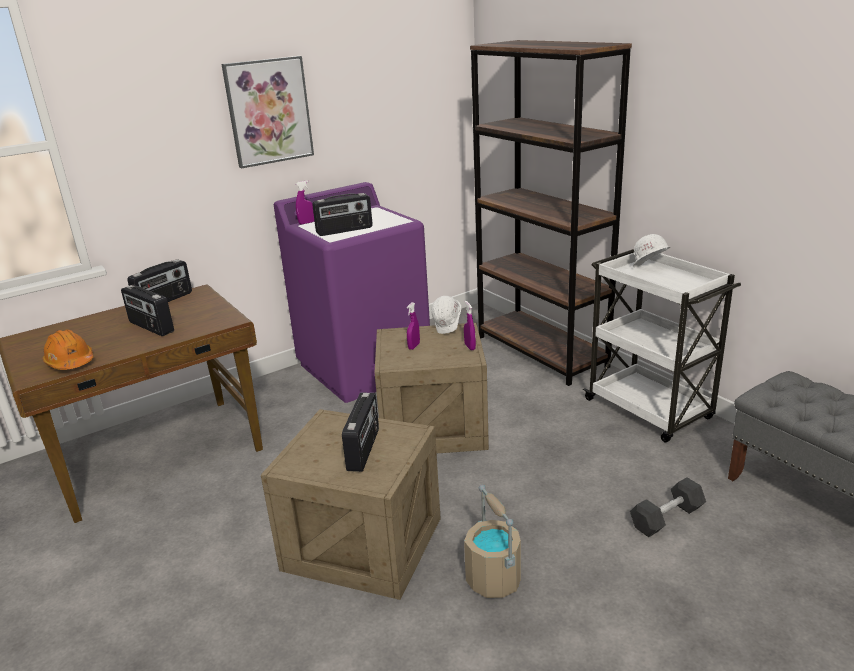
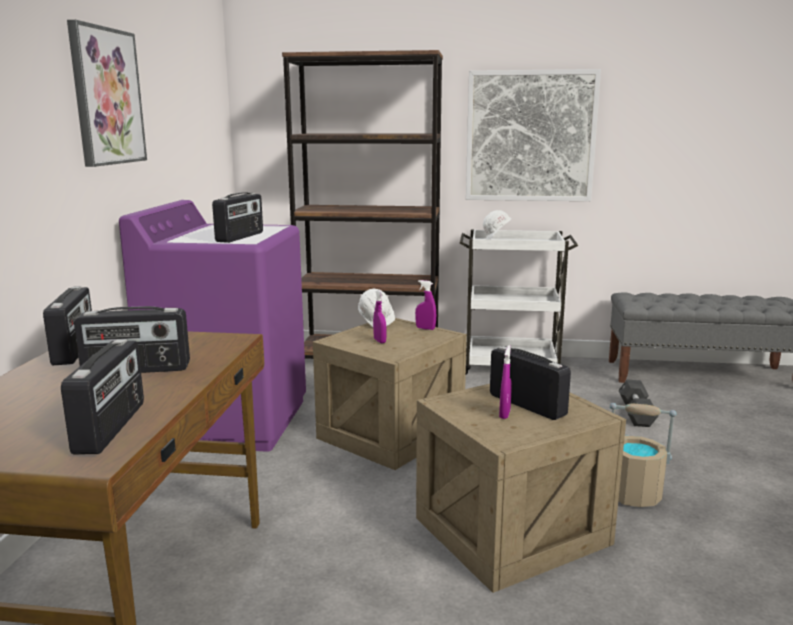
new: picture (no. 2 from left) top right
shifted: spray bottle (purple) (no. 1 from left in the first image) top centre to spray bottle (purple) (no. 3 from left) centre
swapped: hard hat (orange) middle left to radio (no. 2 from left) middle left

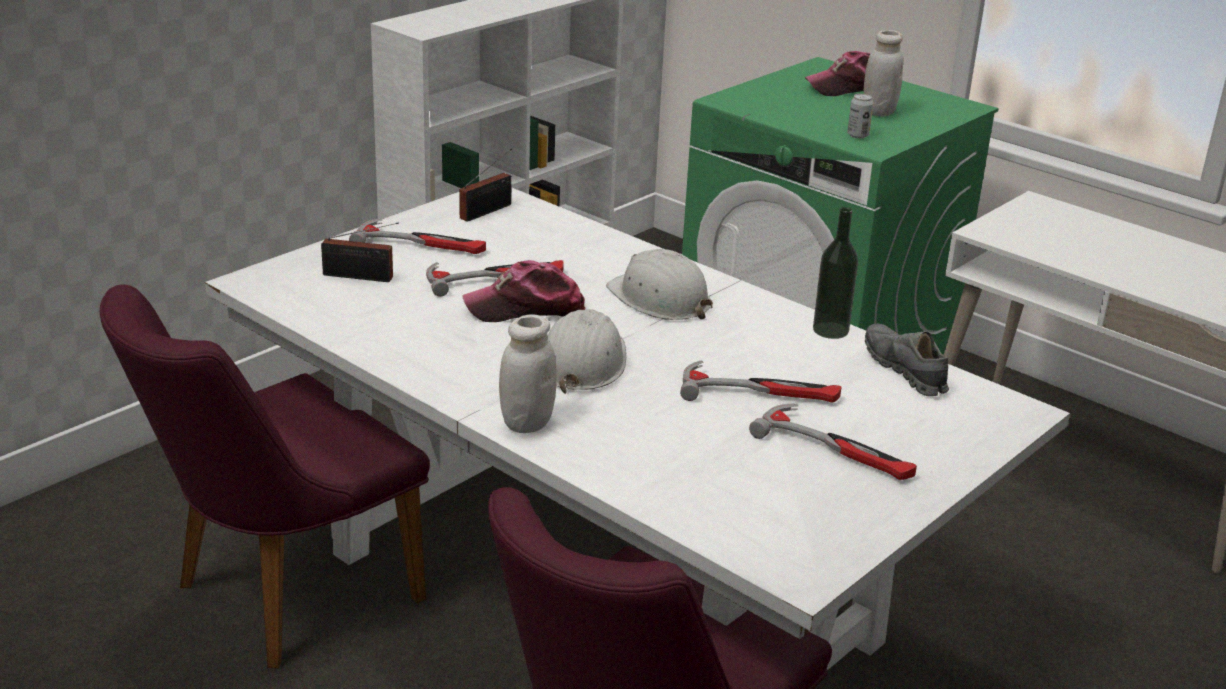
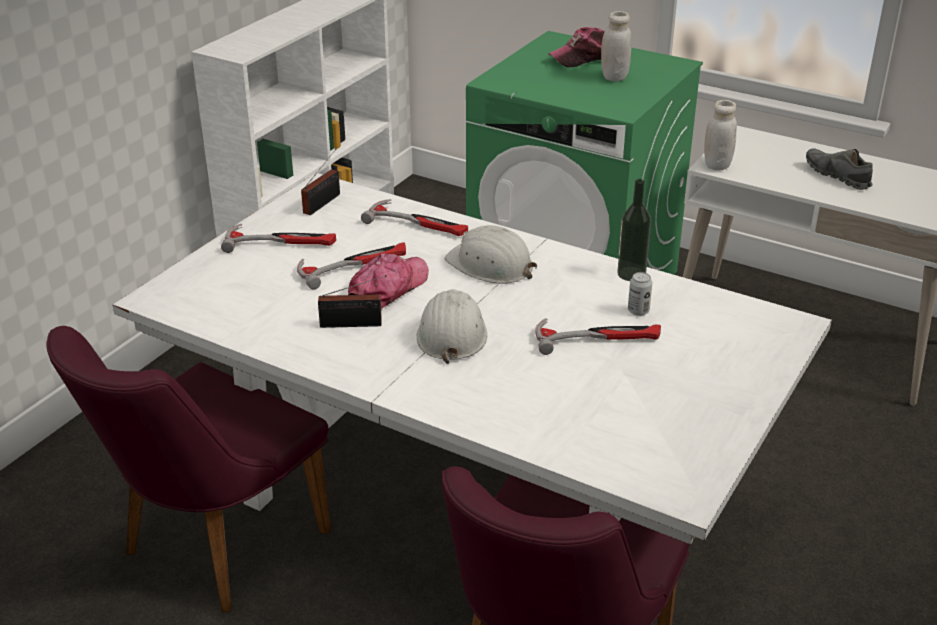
shifted: radio (no. 1 from left in the first image) middle left to radio (no. 2 from left) centre; jar (white) (no. 1 from left in the first image) centre to jar (white) (no. 2 from left) top right; hammer (no. 4 from left in the first image) middle right to hammer (no. 3 from left) centre; can top right to middle right; shoe (grey) middle right to top right
rotated: cap (no. 1 from left) centre = centre 150 degrees clockwise

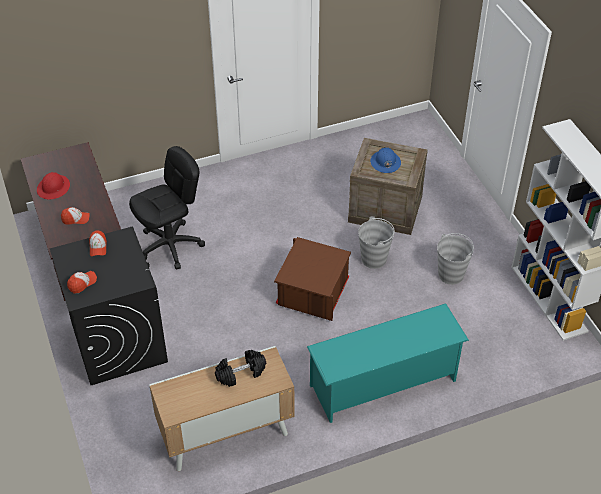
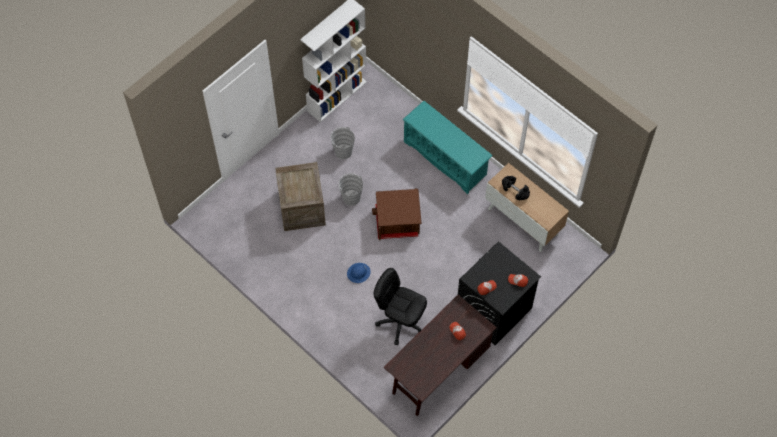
gone: hard hat (red) middle left
shifted: hard hat (blue) top centre to centre

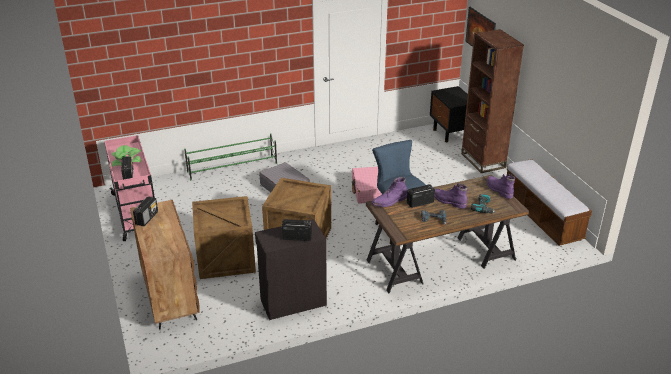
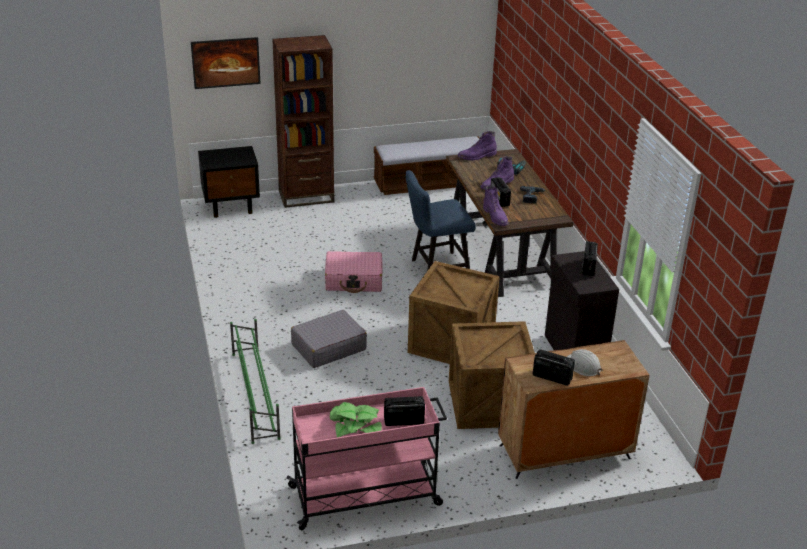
new: hard hat (white) middle right

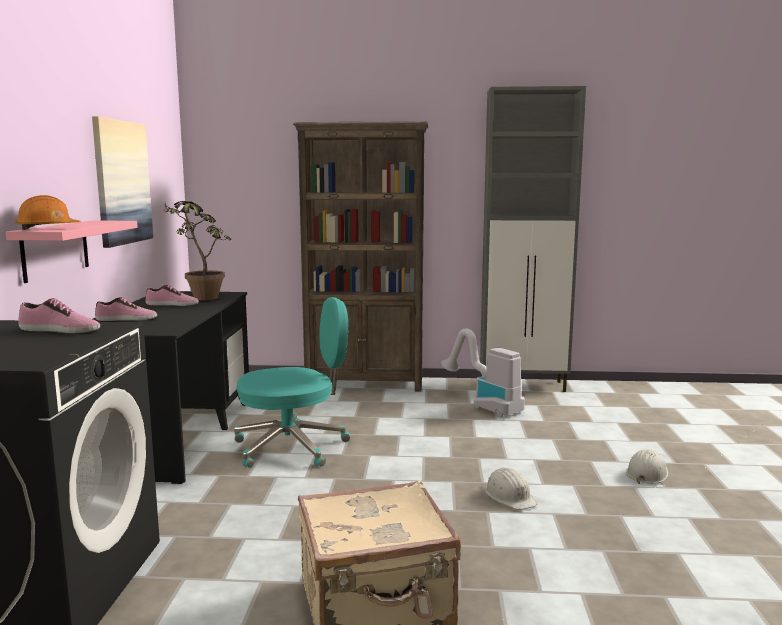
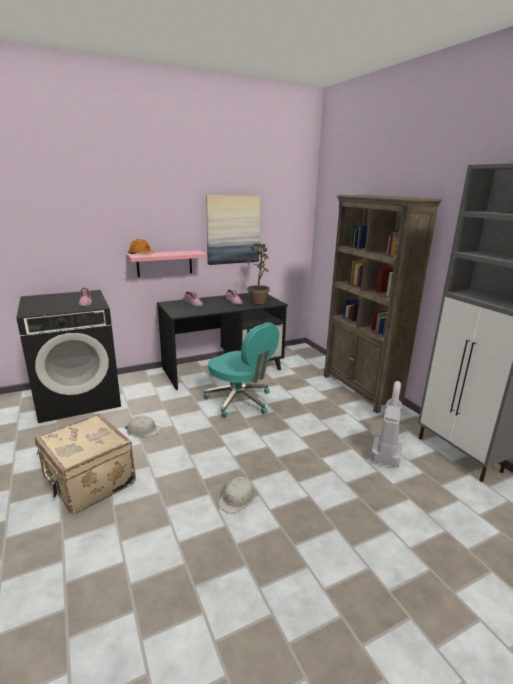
shifted: hard hat (white) (no. 2 from left in the first image) bottom right to hard hat (white) (no. 1 from left) middle left

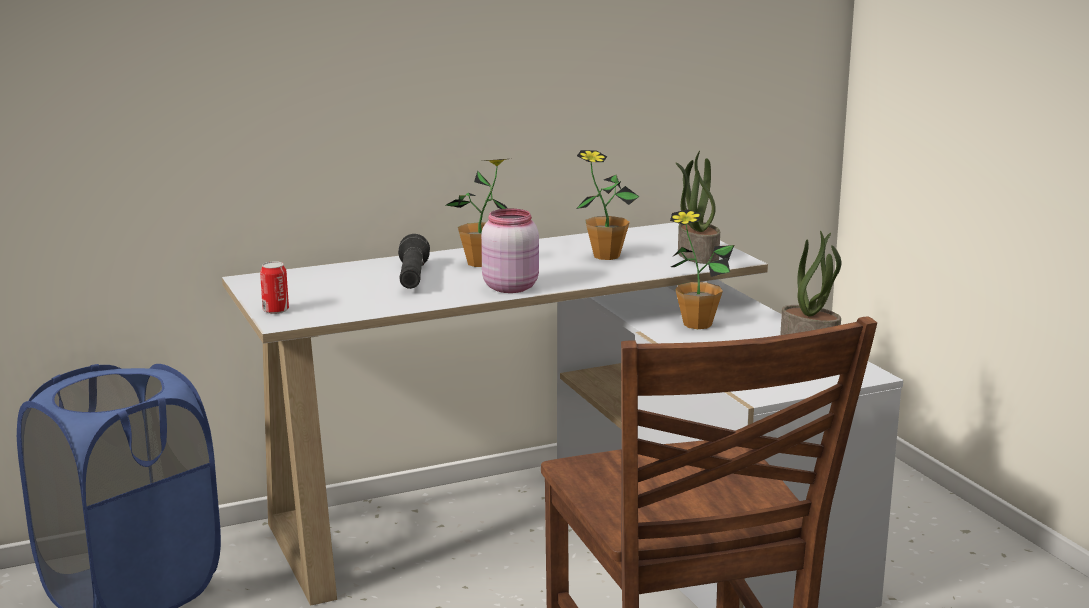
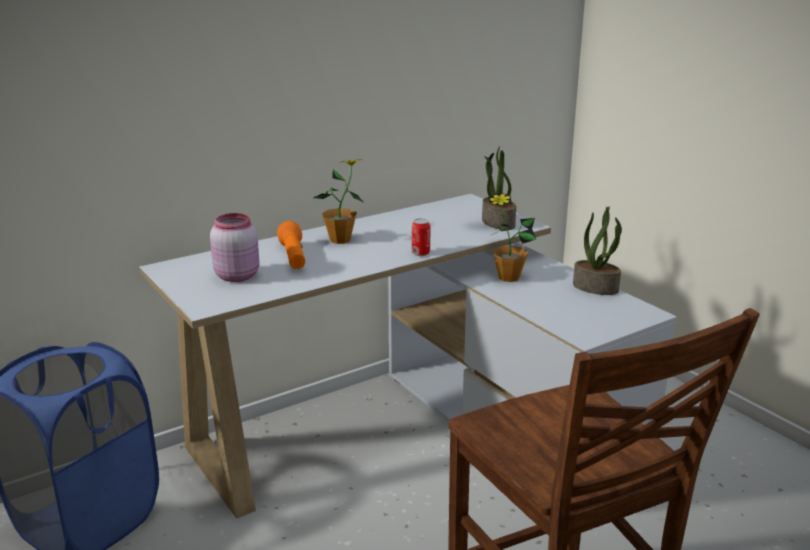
gone: potted plant (no. 2 from left) centre
shifted: can middle left to centre; jar (pink) centre to middle left
repainted: flashlight (black) centre to flashlight (orange) centre

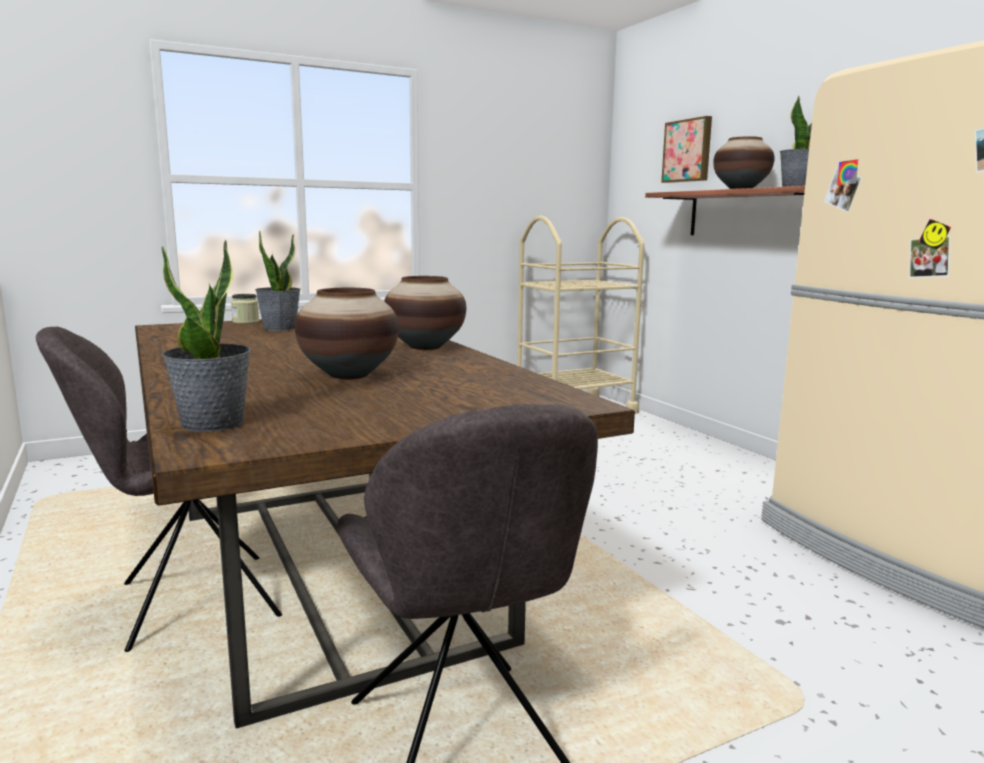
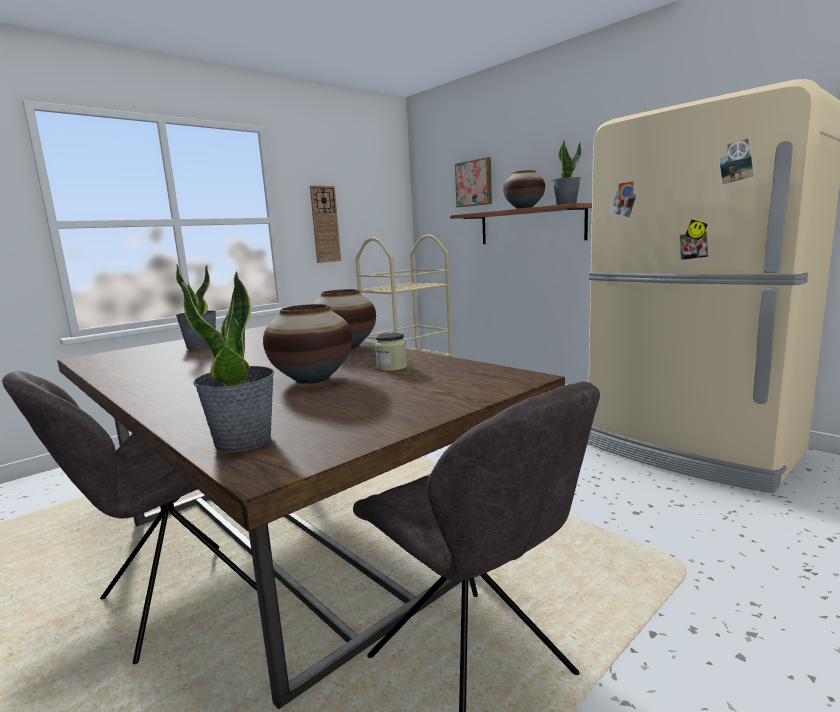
new: wall clock top centre
shifted: jar middle left to centre

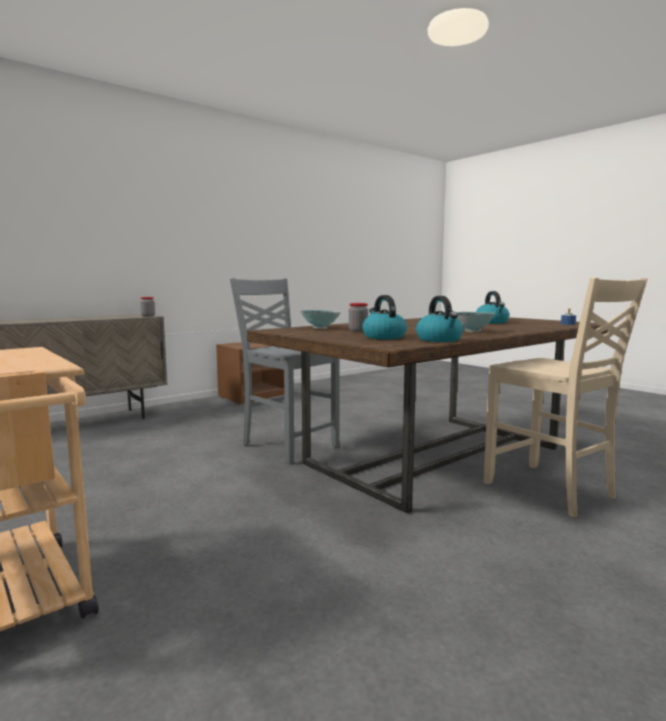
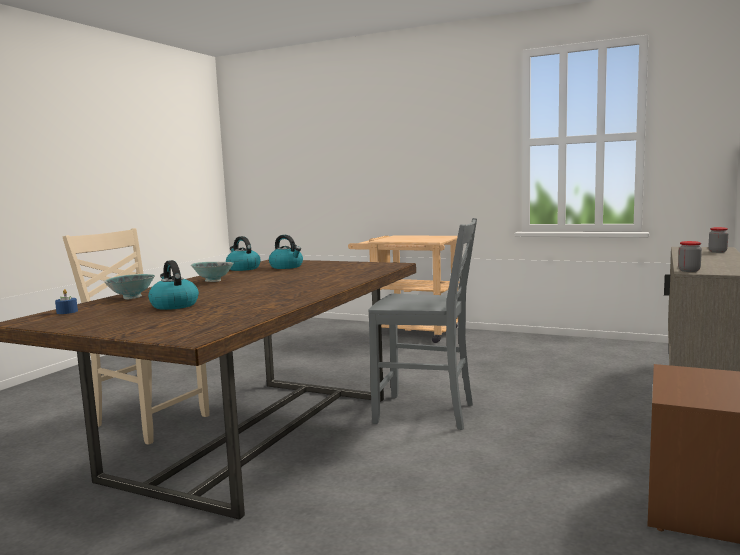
shifted: bowl (no. 1 from left) centre to middle left; jar (no. 2 from left) centre to middle right

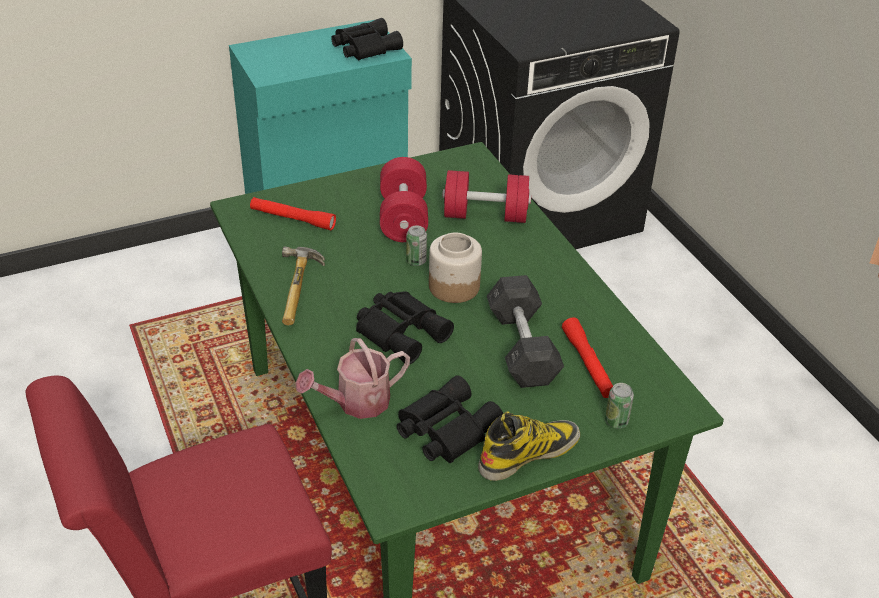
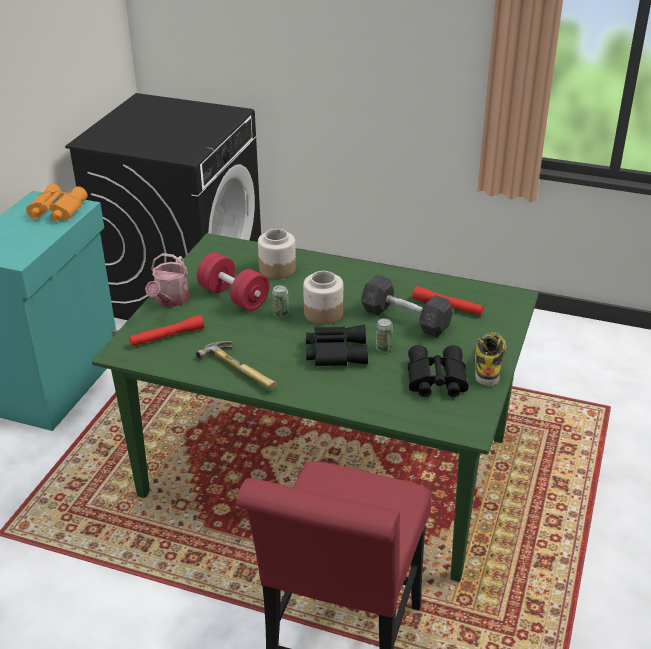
shifted: watering can centre to middle left; can (no. 2 from left) bottom right to centre
swapped: dumbbell (red) (no. 2 from left) top centre to jar (no. 1 from left) centre
repainted: binoculars (black) (no. 1 from left) top centre to binoculars (orange) top left

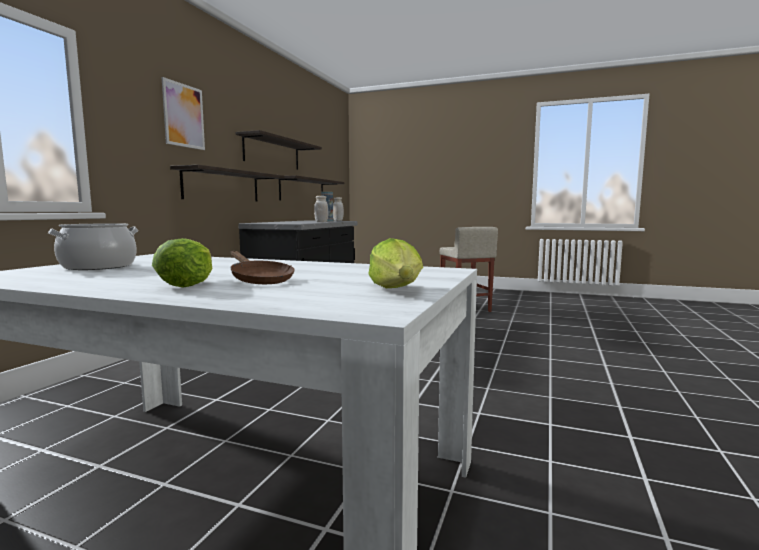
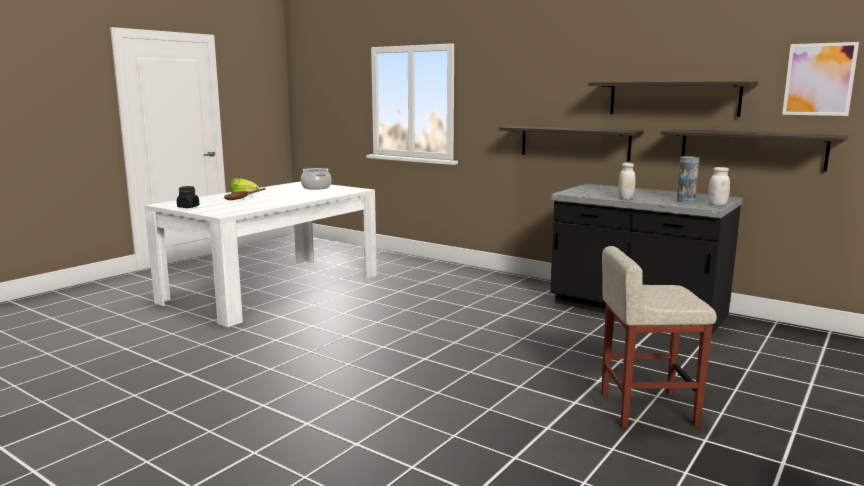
shifted: picture top left to top right
swapped: lettuce (no. 2 from left) centre to jar (black) middle left

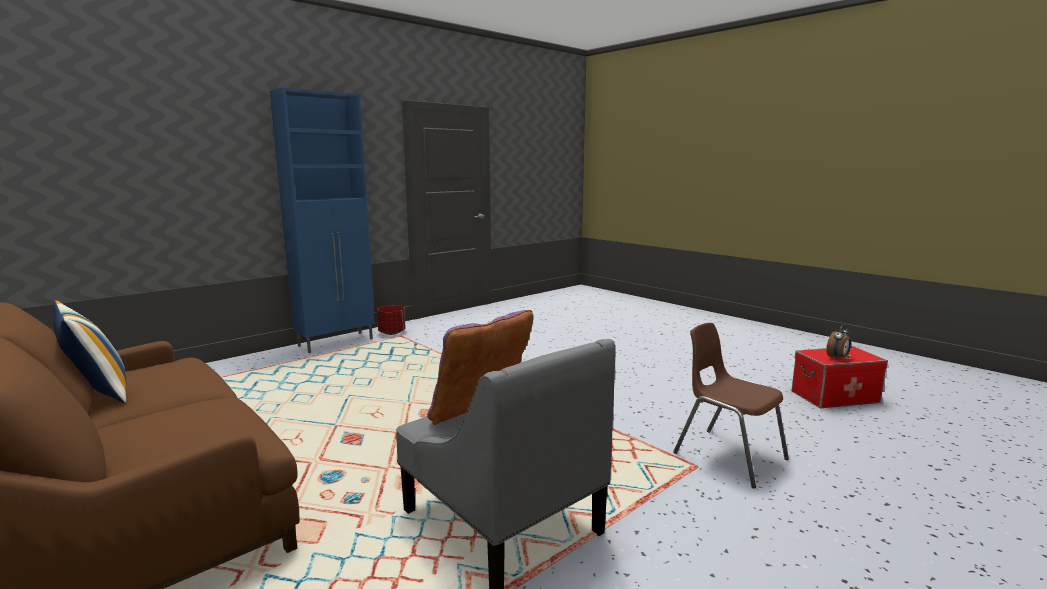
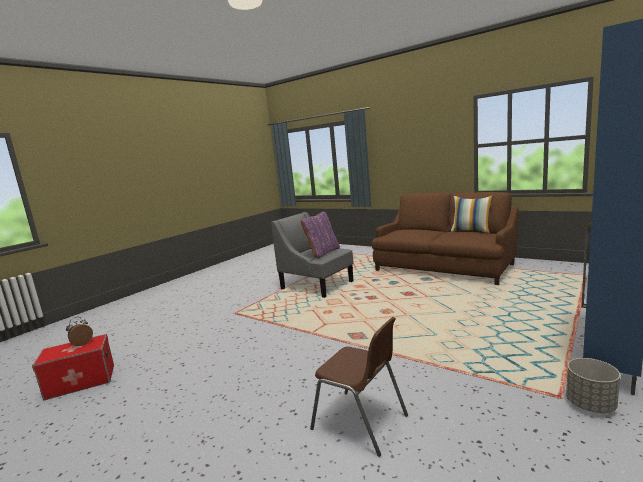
shifted: chair (brown) bottom right to bottom centre
repainted: planter (red) centre to planter (grey) bottom right

